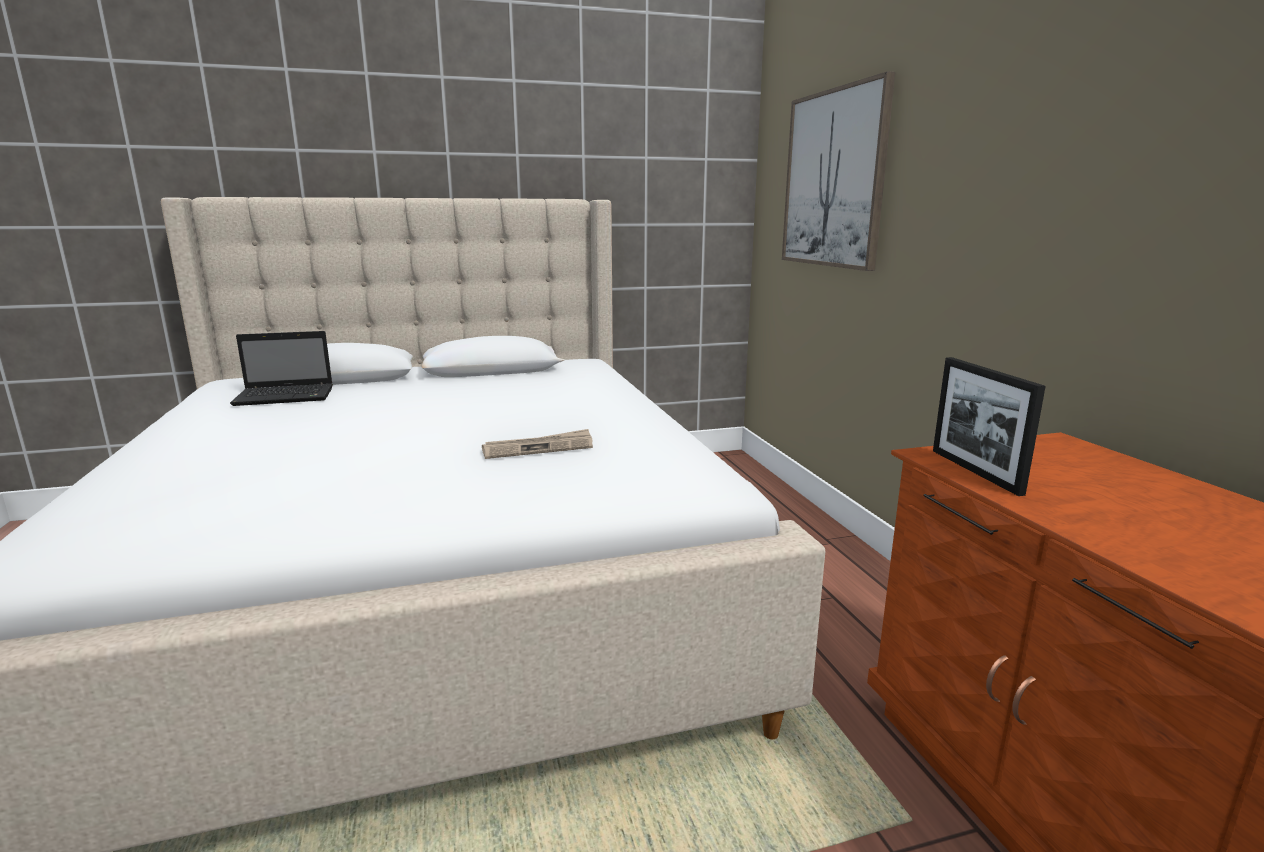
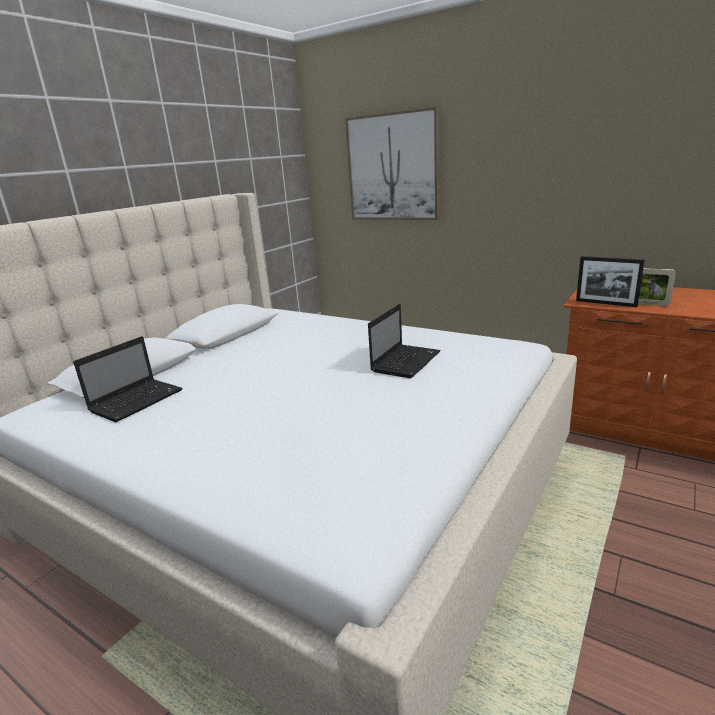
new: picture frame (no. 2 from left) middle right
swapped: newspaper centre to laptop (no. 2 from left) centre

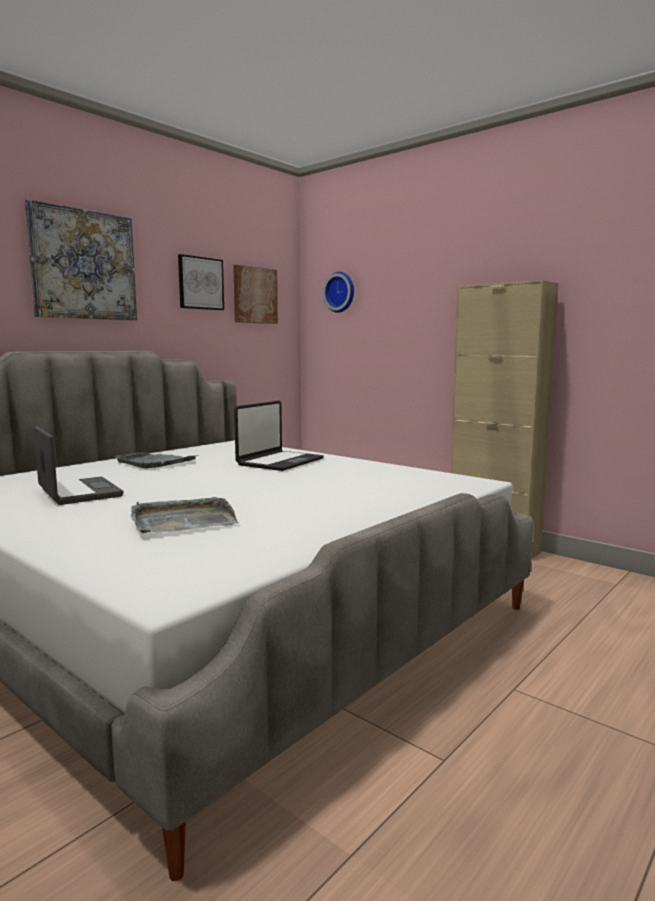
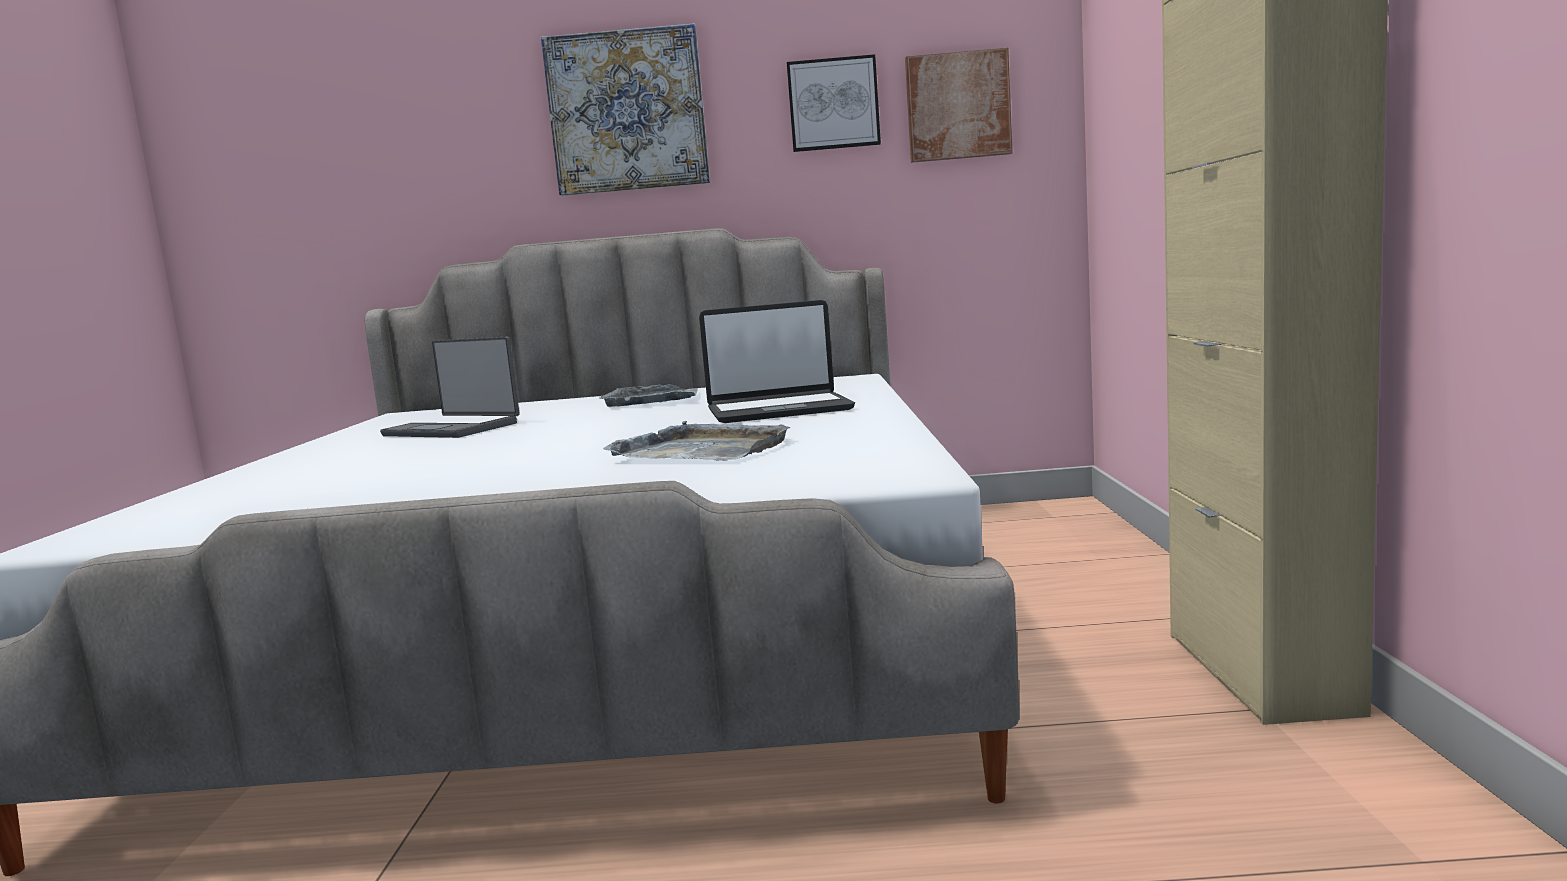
gone: wall clock top centre
shifted: tray (grey) (no. 2 from left) middle left to centre
rotated: laptop (no. 1 from left) middle left = middle left 105 degrees clockwise

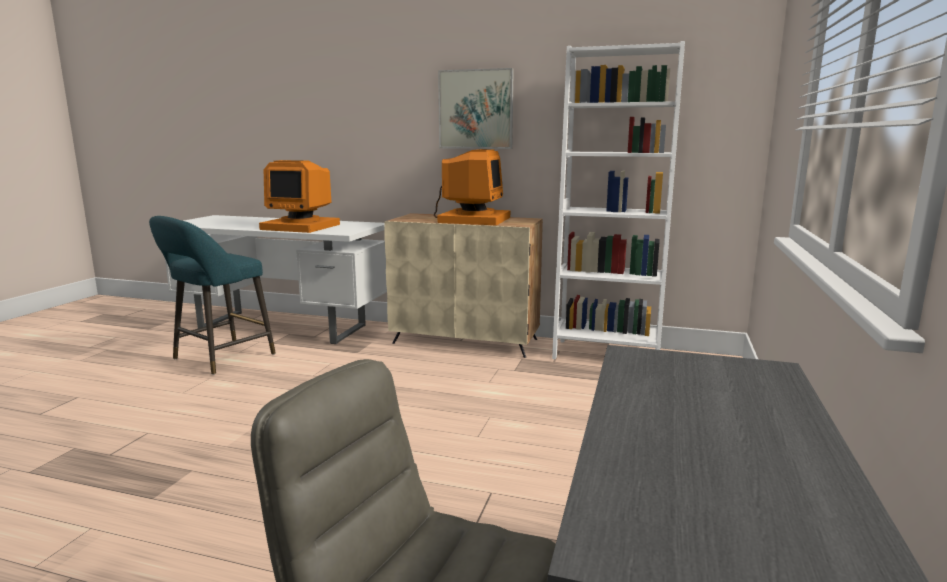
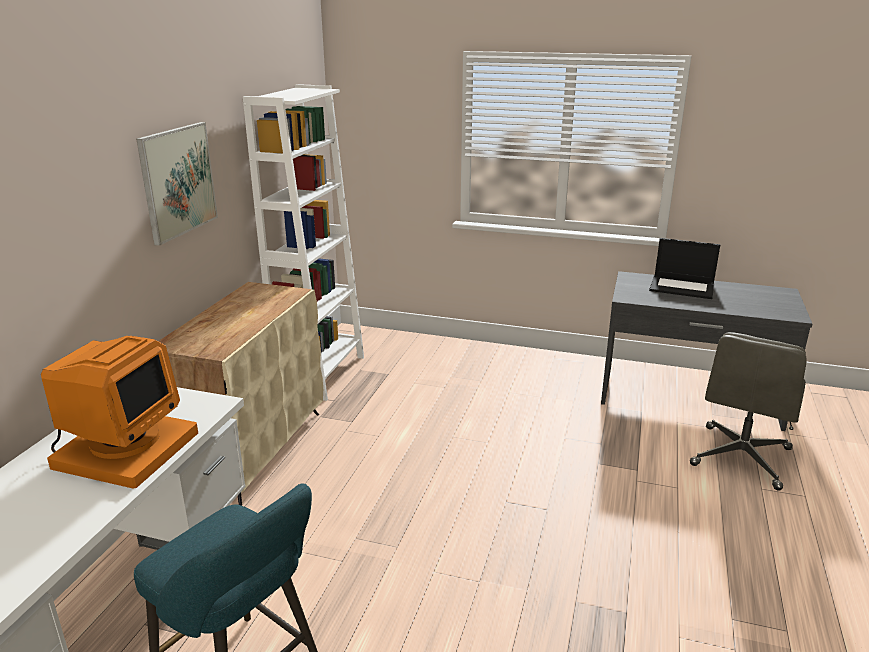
gone: monitor (no. 2 from left) top centre
new: laptop middle right

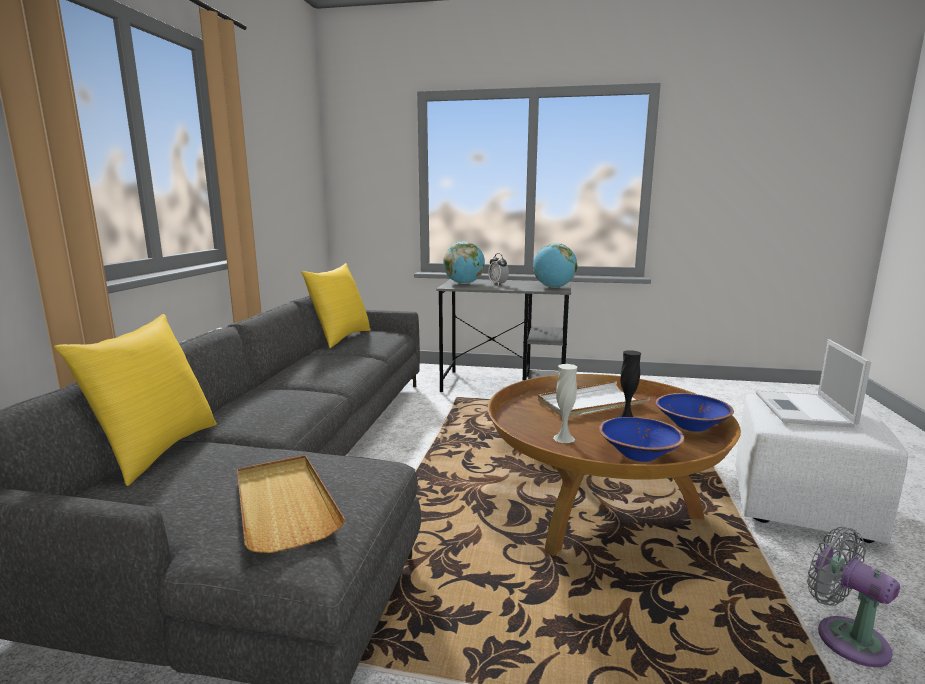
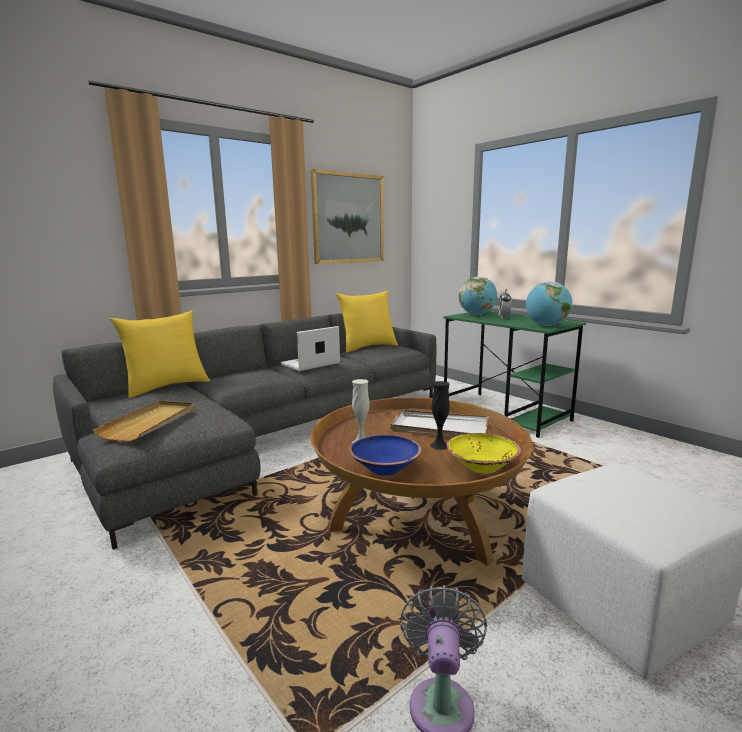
new: picture top centre
shifted: laptop middle right to centre
repainted: desk (grey) centre to desk (green) middle right; bowl (blue) (no. 2 from left) middle right to bowl (yellow) centre

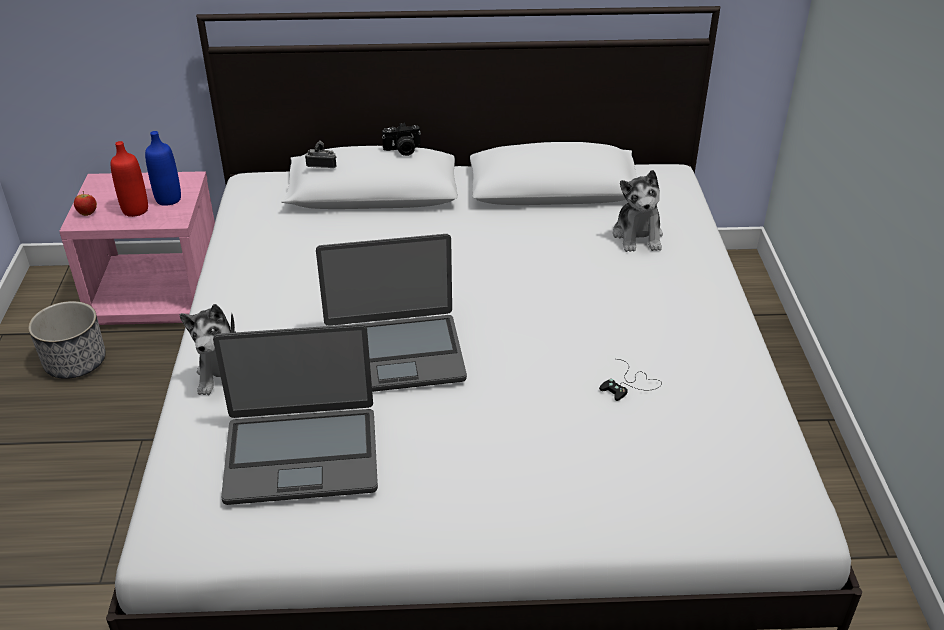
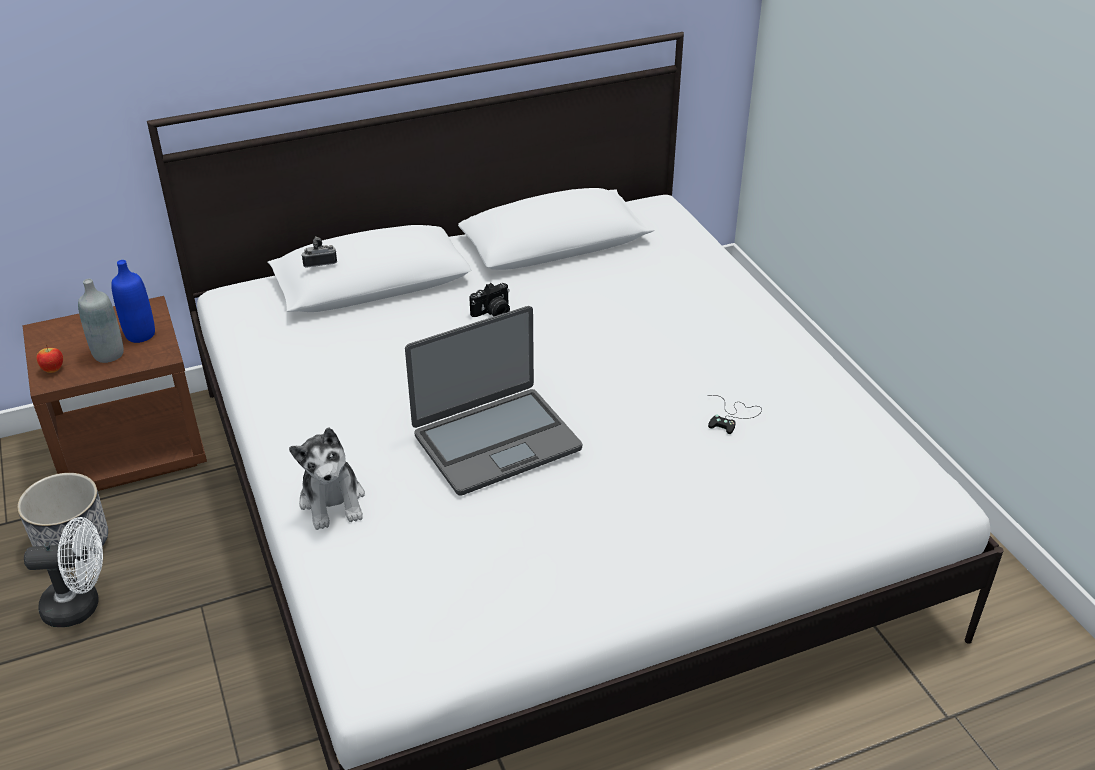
gone: laptop (no. 1 from left) middle left; plush toy (no. 2 from left) middle right
new: fan (white) bottom left
shifted: photo camera (no. 2 from left) top centre to centre
repainted: nightstand (pink) middle left to nightstand (brown) middle left; bottle (red) top left to bottle (grey) middle left

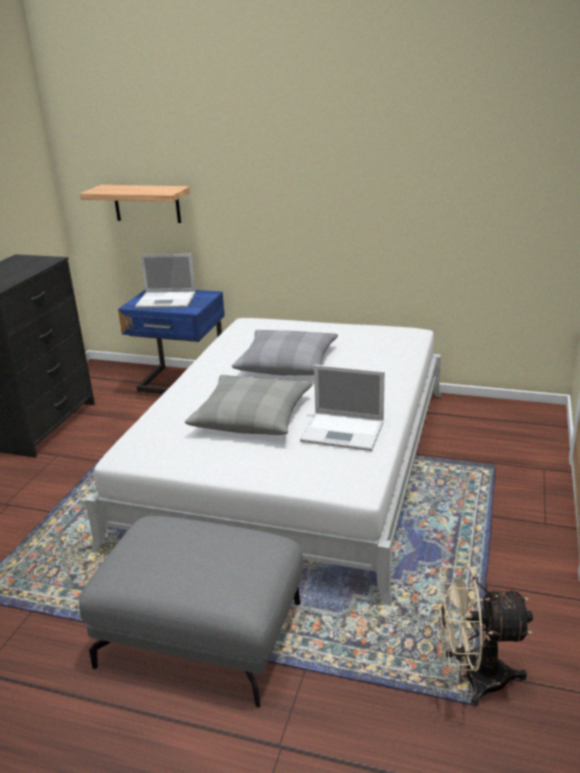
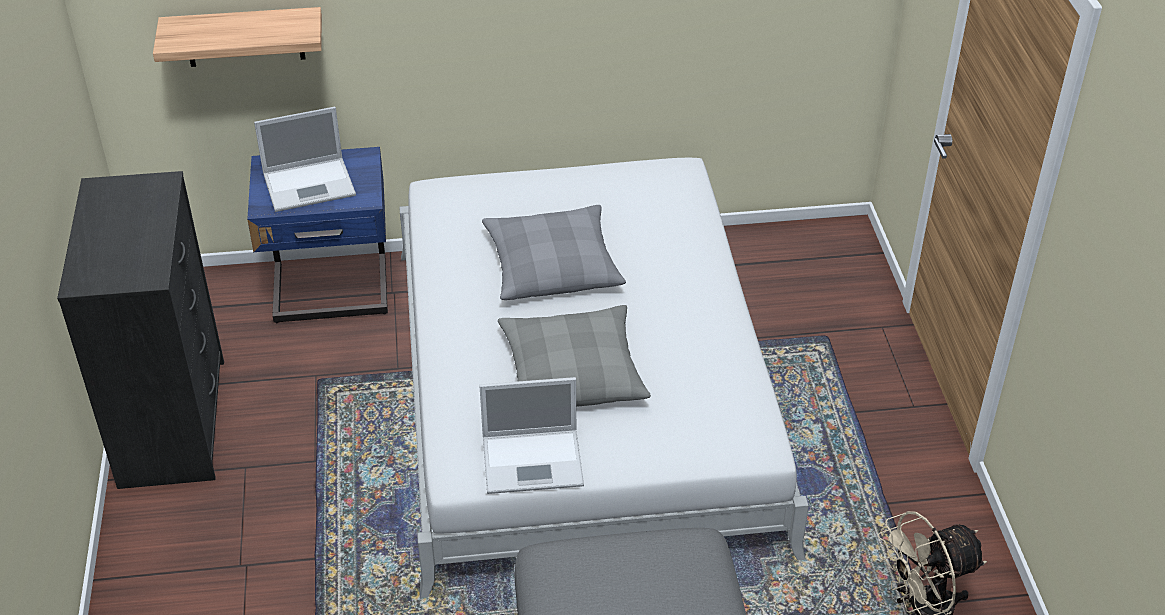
shifted: laptop (no. 2 from left) centre to bottom centre

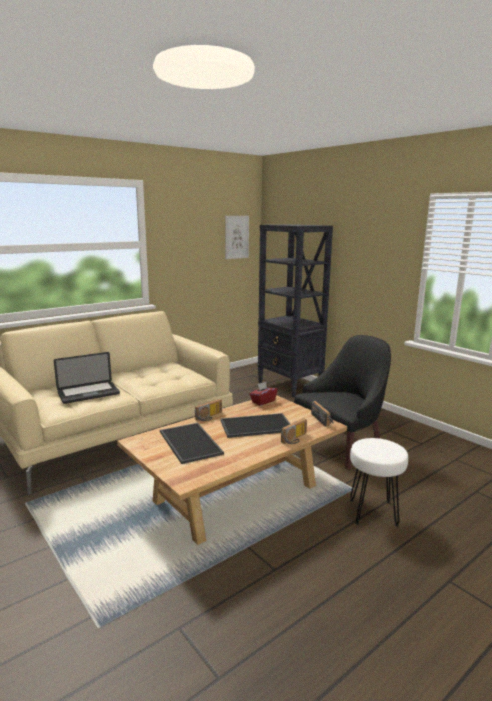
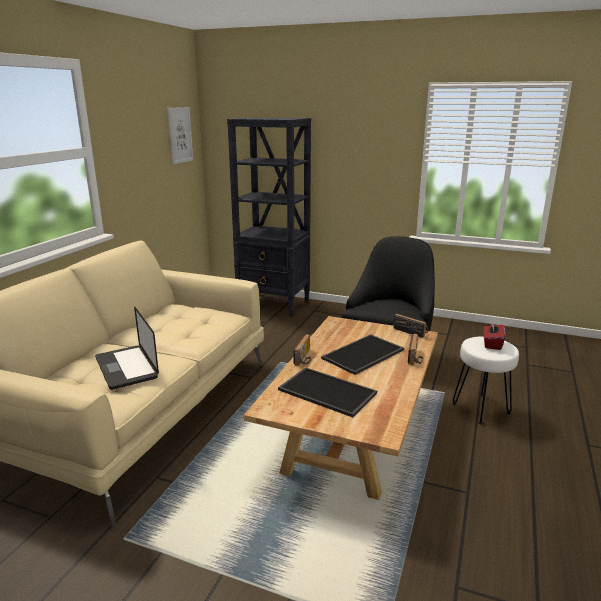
shifted: tissue box (red) centre to middle right
rotated: laptop middle left = middle left 120 degrees clockwise

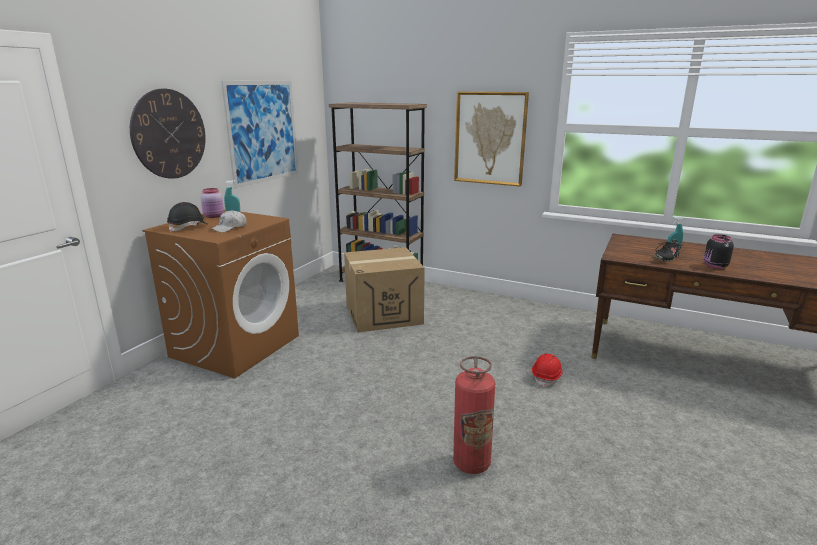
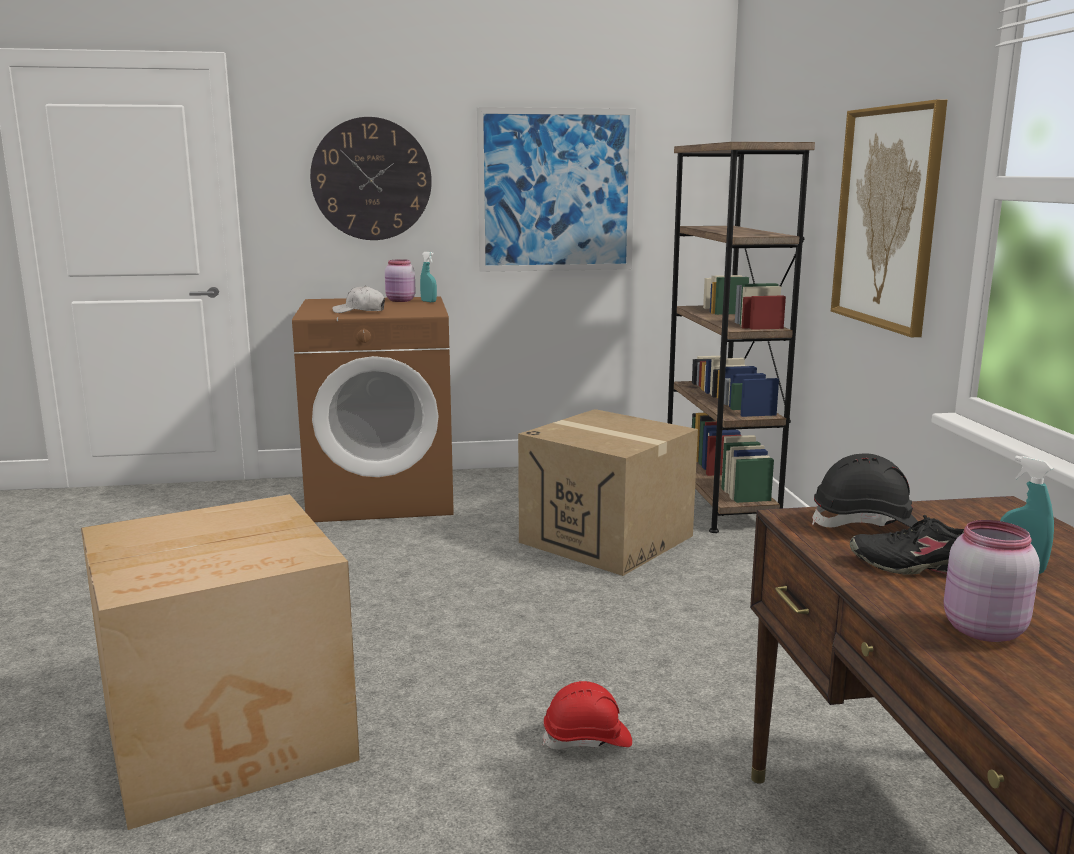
shifted: hard hat (black) middle left to middle right
swapped: fire extinguisher bottom centre to cardboard box (no. 1 from left) bottom left
repainted: jar (black) middle right to jar (pink) (no. 2 from left) bottom right

